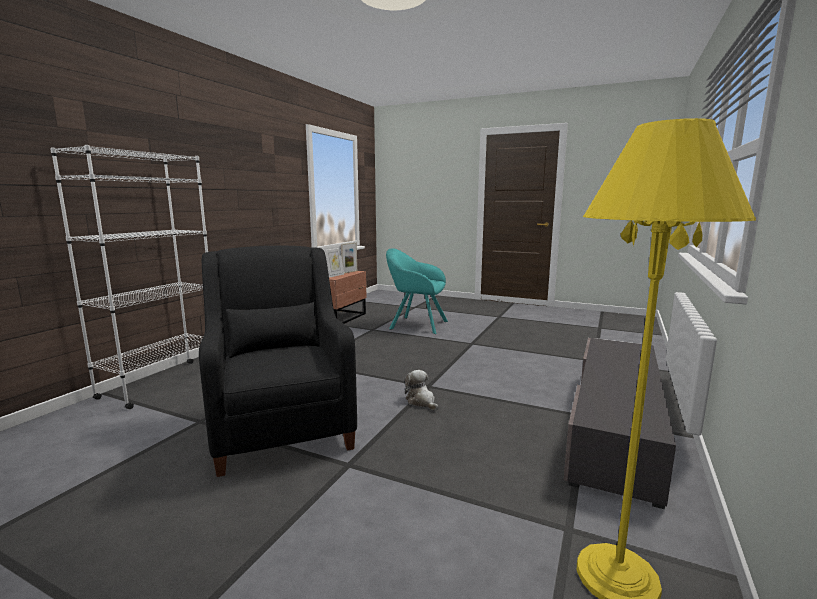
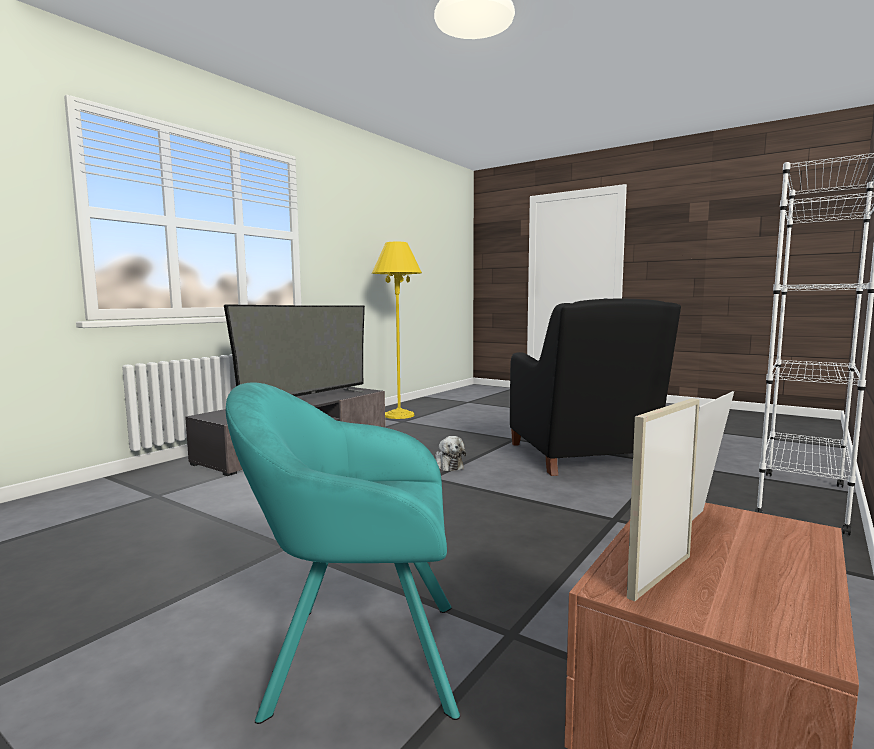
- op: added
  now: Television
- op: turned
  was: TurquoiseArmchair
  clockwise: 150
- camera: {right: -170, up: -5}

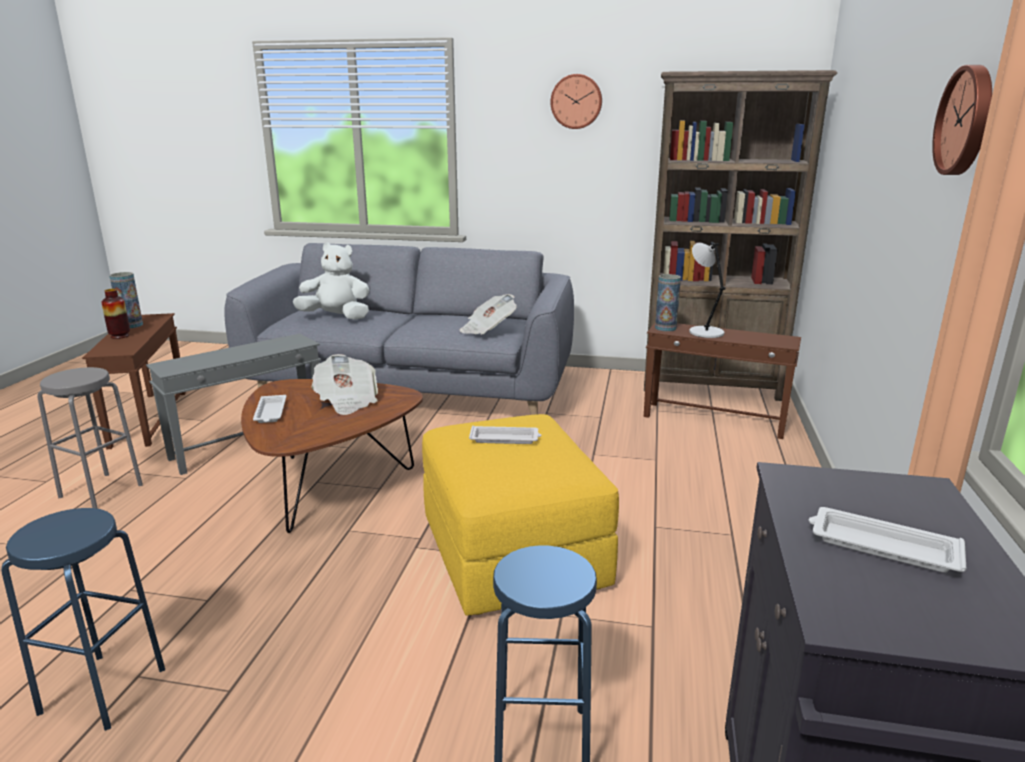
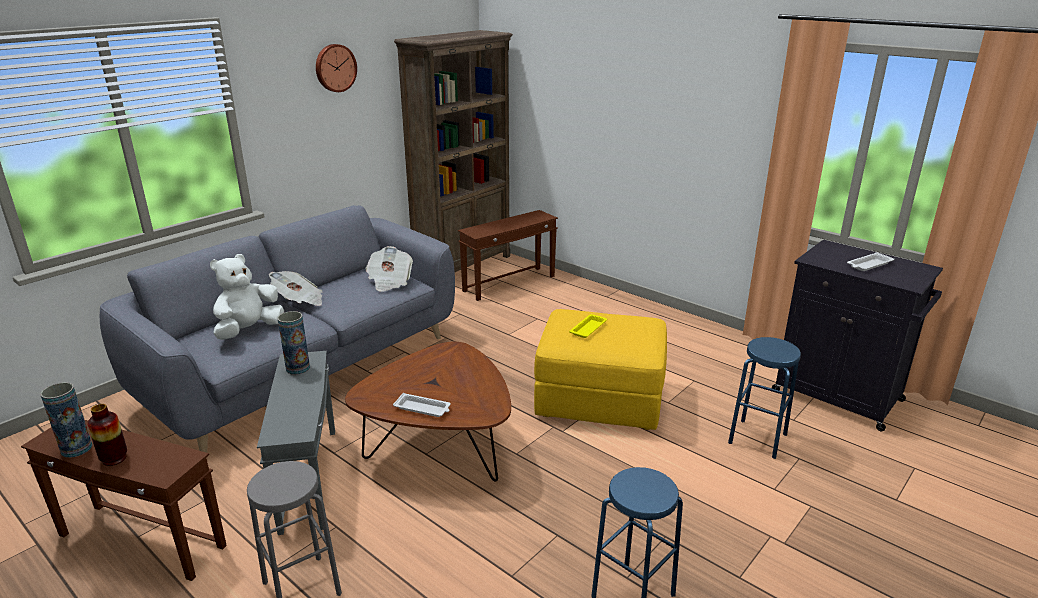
- op: removed
  was: GreyTableLamp
- op: removed
  was: WallClock (2nd from left)
- op: moved
  was: Newspaper (1st from left)
- op: moved
  was: Vase (3rd from left)
- op: recoloured
  was: WhiteTray (2nd from left)
  now: YellowTray
- camera: {right: -60, up: 5}

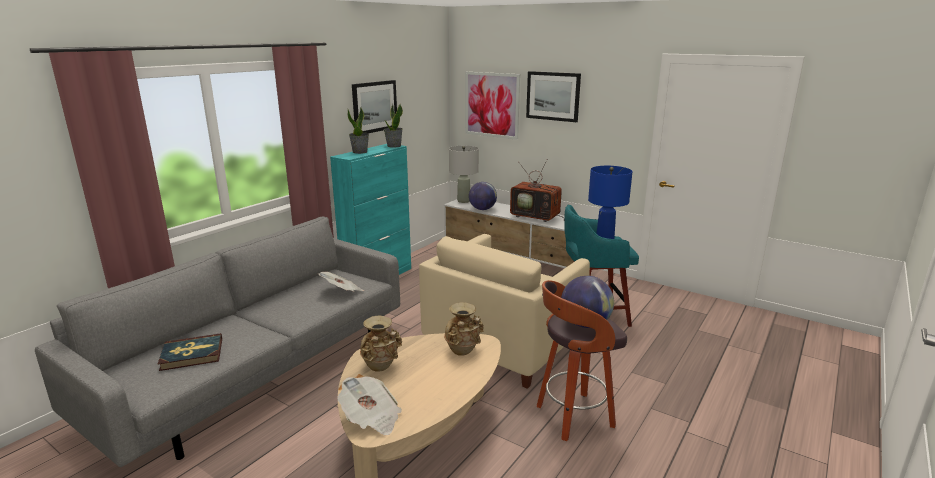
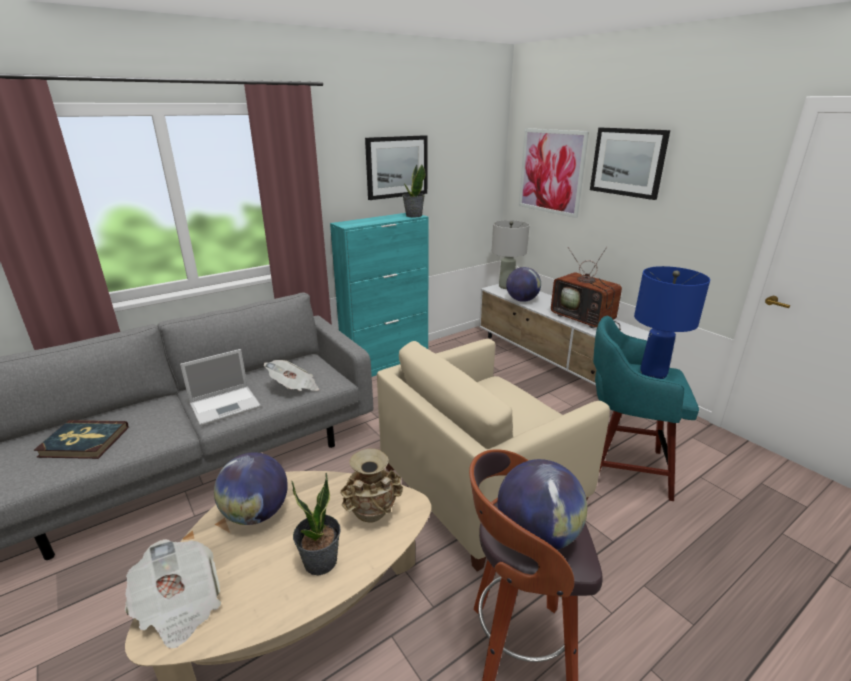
- op: added
  now: Laptop
- op: moved
  was: PottedPlant (1st from left)
- op: replaced
  was: BeigeVase (1st from left)
  now: Globe (1st from left)
- camera: {right: 20, up: 5}

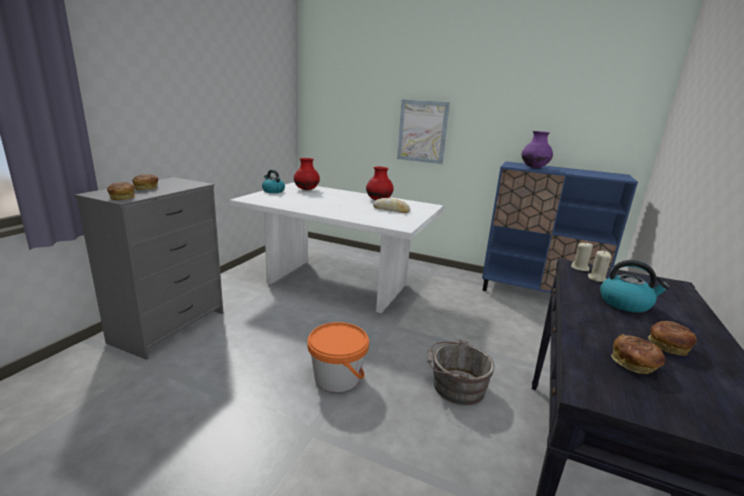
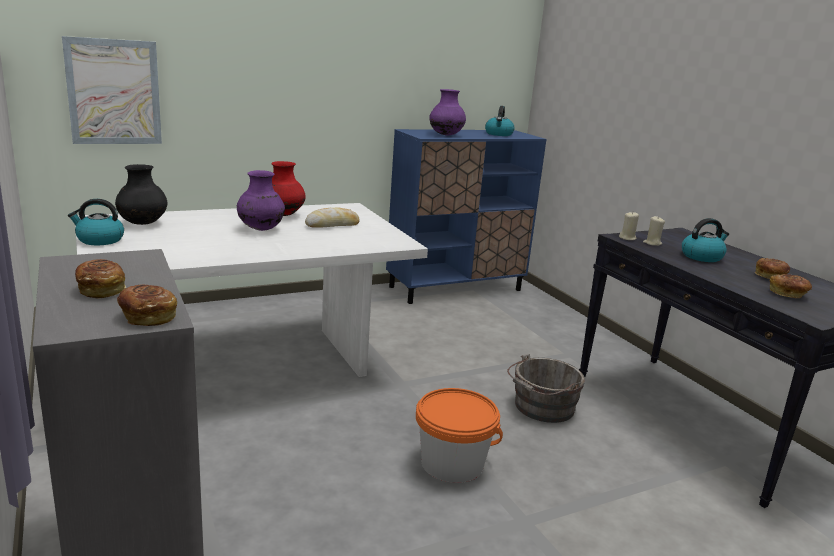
- op: added
  now: PurpleVase (1st from left)
- op: added
  now: Kettle (2nd from left)
- op: moved
  was: Picture
- op: recoloured
  was: RedVase (1st from left)
  now: BlackVase
- camera: {right: -50, up: 0}

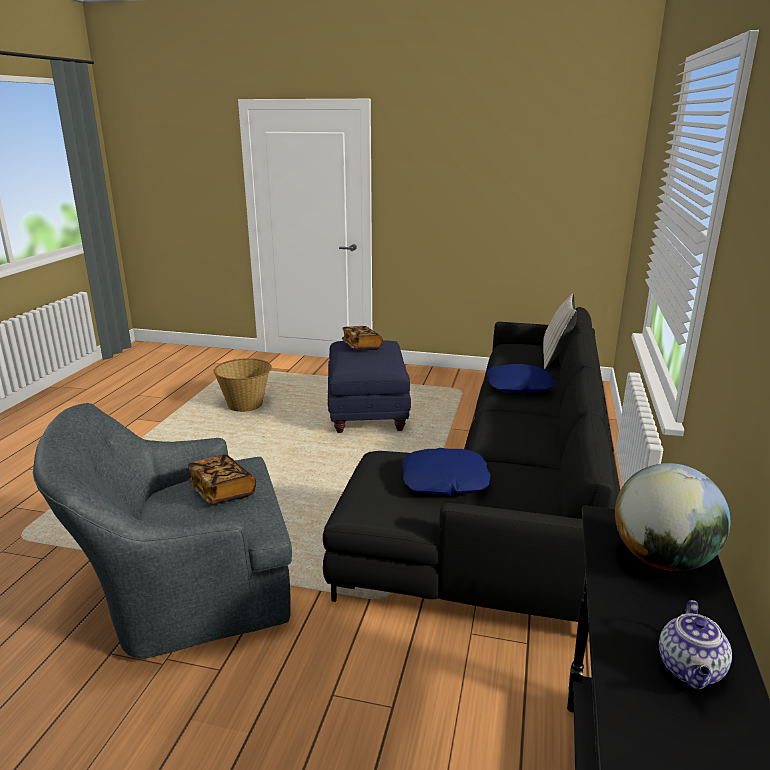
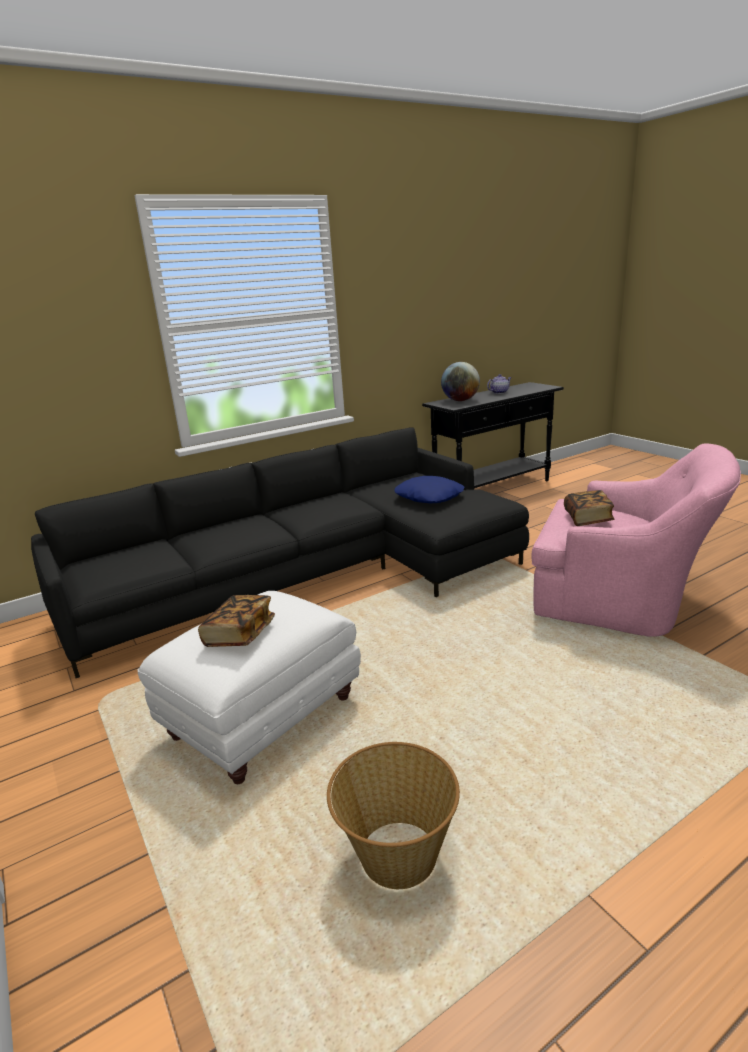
- op: removed
  was: BluePillow (2nd from left)
- op: removed
  was: BeigePillow
- op: recoloured
  was: GreyArmchair
  now: PinkArmchair
- op: recoloured
  was: BlueOttoman
  now: WhiteOttoman
- camera: {right: -135, up: 0}

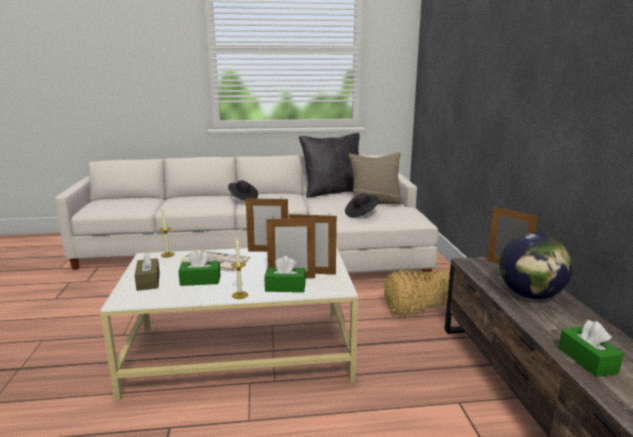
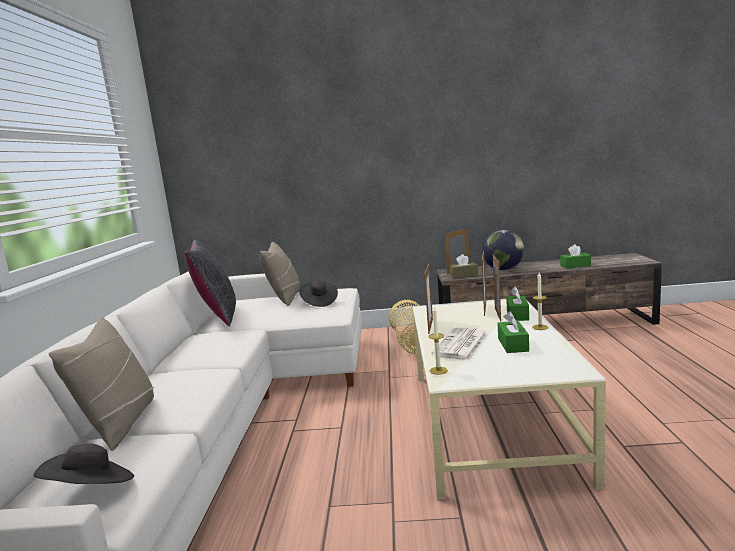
- op: added
  now: BeigePillow (1st from left)
- op: moved
  was: BrownTissueBox
- op: moved
  was: BlackHat (1st from left)
- camera: {right: -80, up: -5}

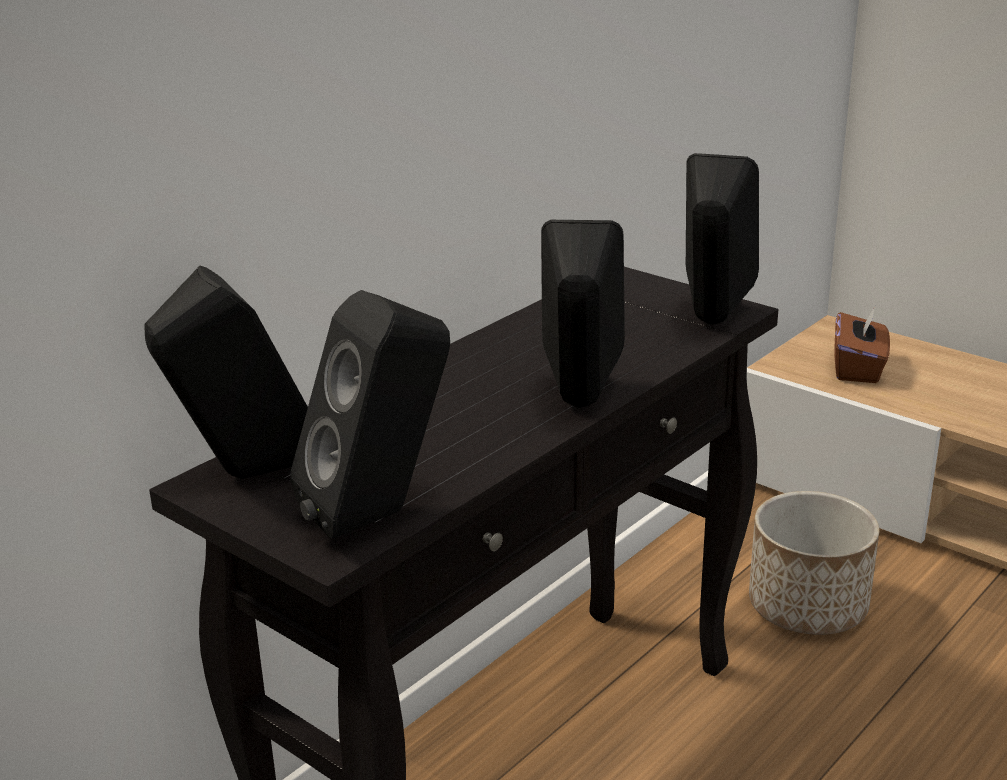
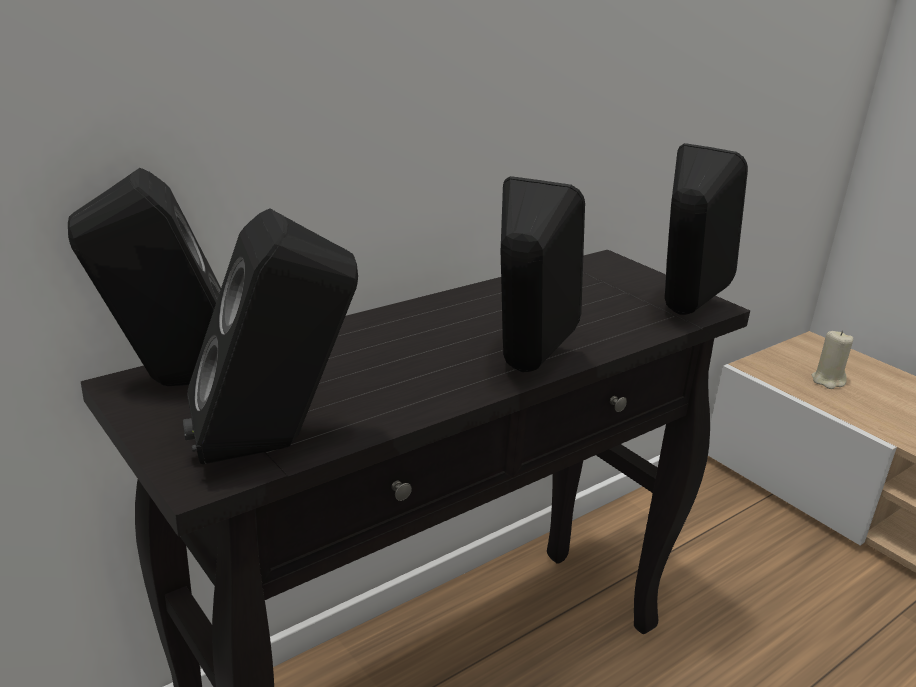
- op: removed
  was: Planter
- op: replaced
  was: BrownTissueBox
  now: BeigeCandle
- camera: {right: 10, up: 0}

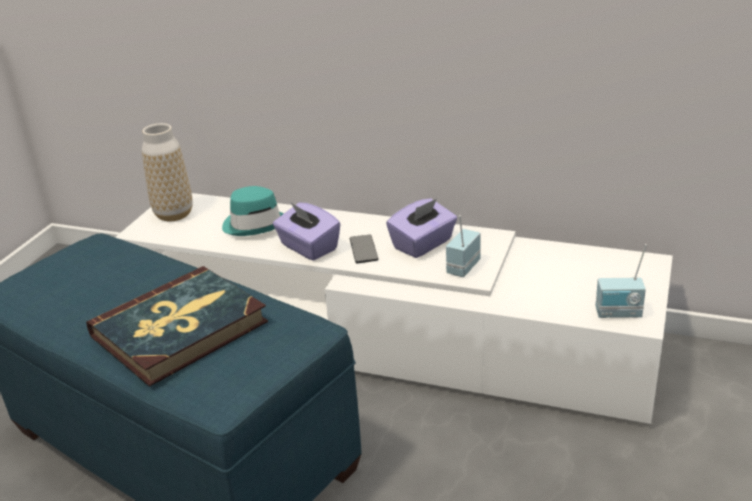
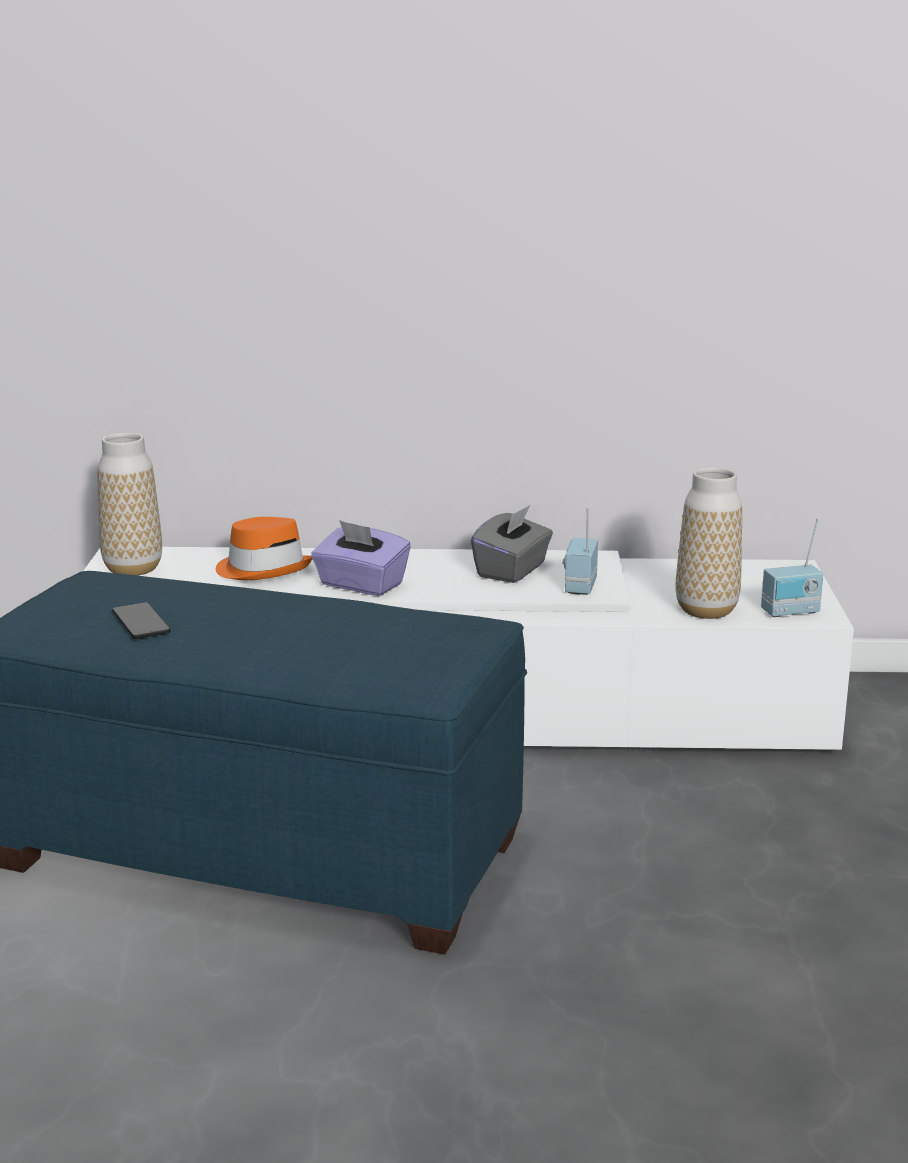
- op: removed
  was: Book
- op: added
  now: Vase (2nd from left)
- op: moved
  was: Phone
- op: recoloured
  was: TurquoiseHat
  now: OrangeHat
- op: recoloured
  was: PurpleTissueBox (2nd from left)
  now: GreyTissueBox
- camera: {right: -20, up: -10}

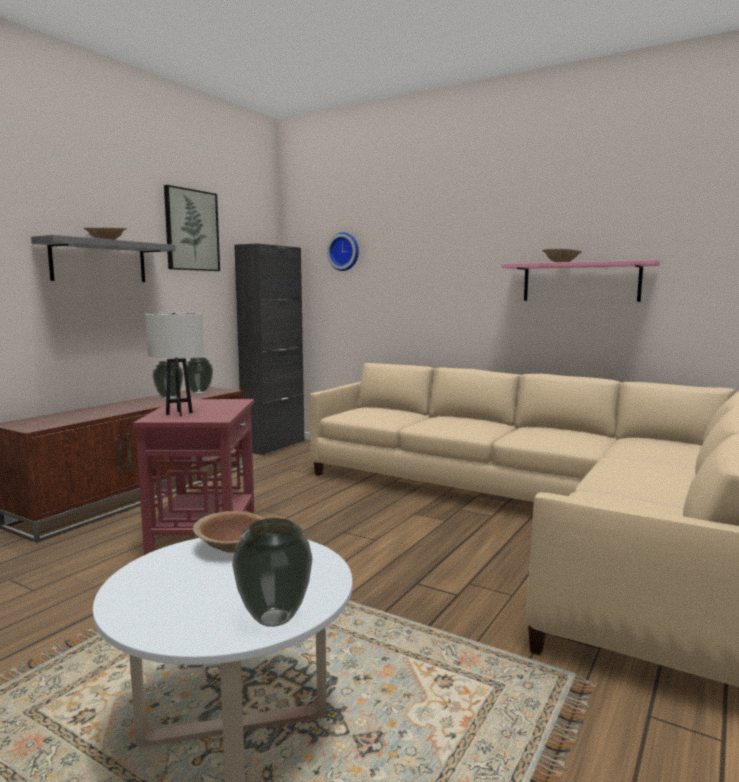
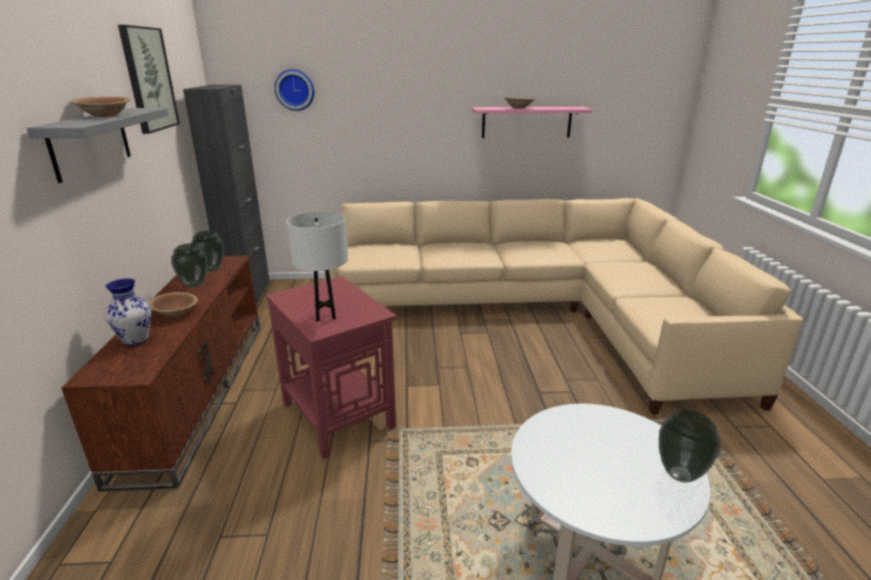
- op: added
  now: Vase (1st from left)
- op: moved
  was: BrownBowl (2nd from left)
- camera: {right: -35, up: 15}

